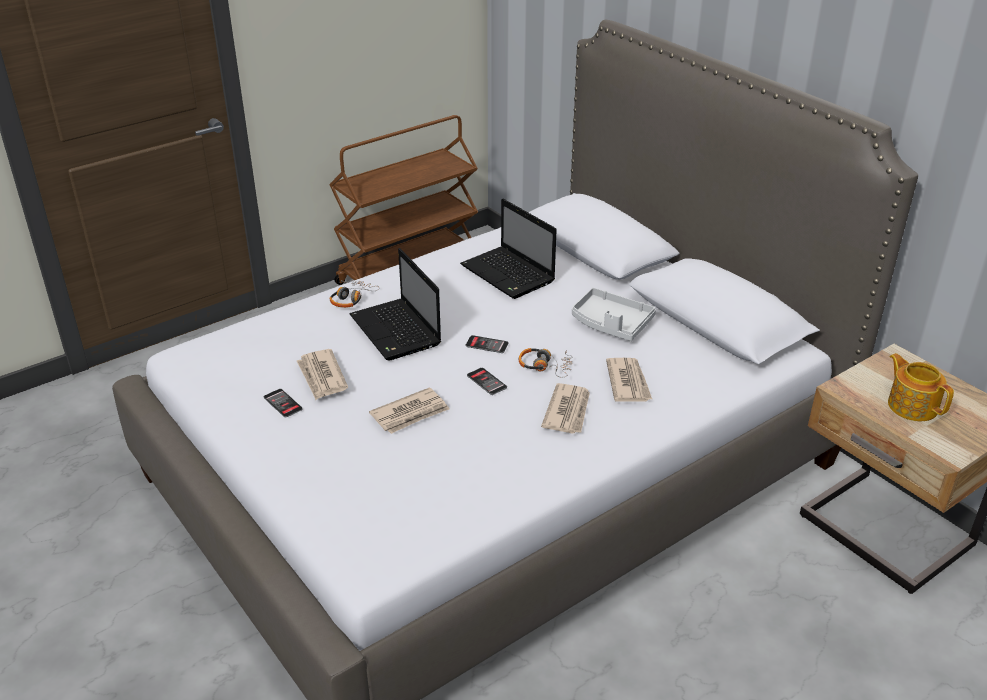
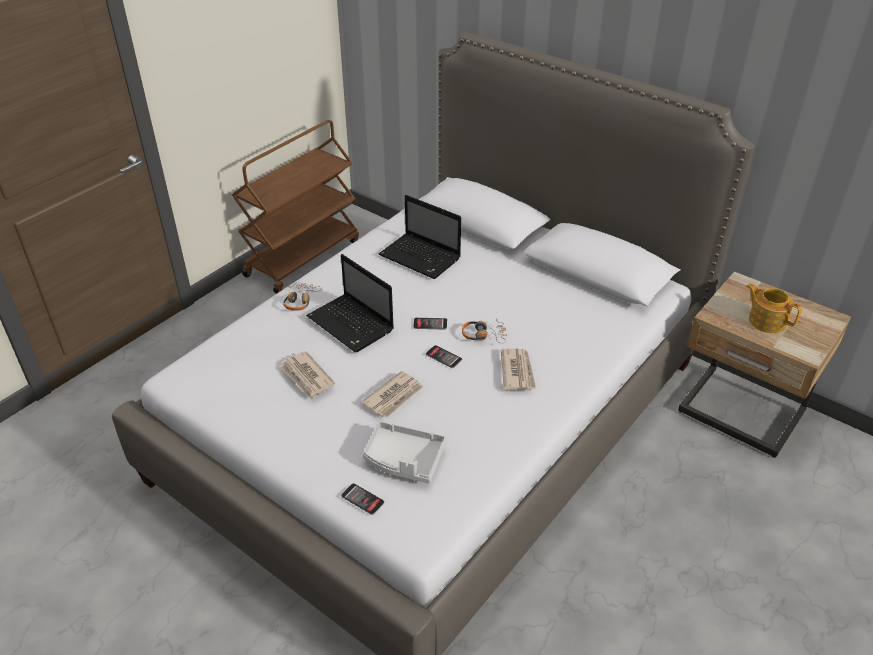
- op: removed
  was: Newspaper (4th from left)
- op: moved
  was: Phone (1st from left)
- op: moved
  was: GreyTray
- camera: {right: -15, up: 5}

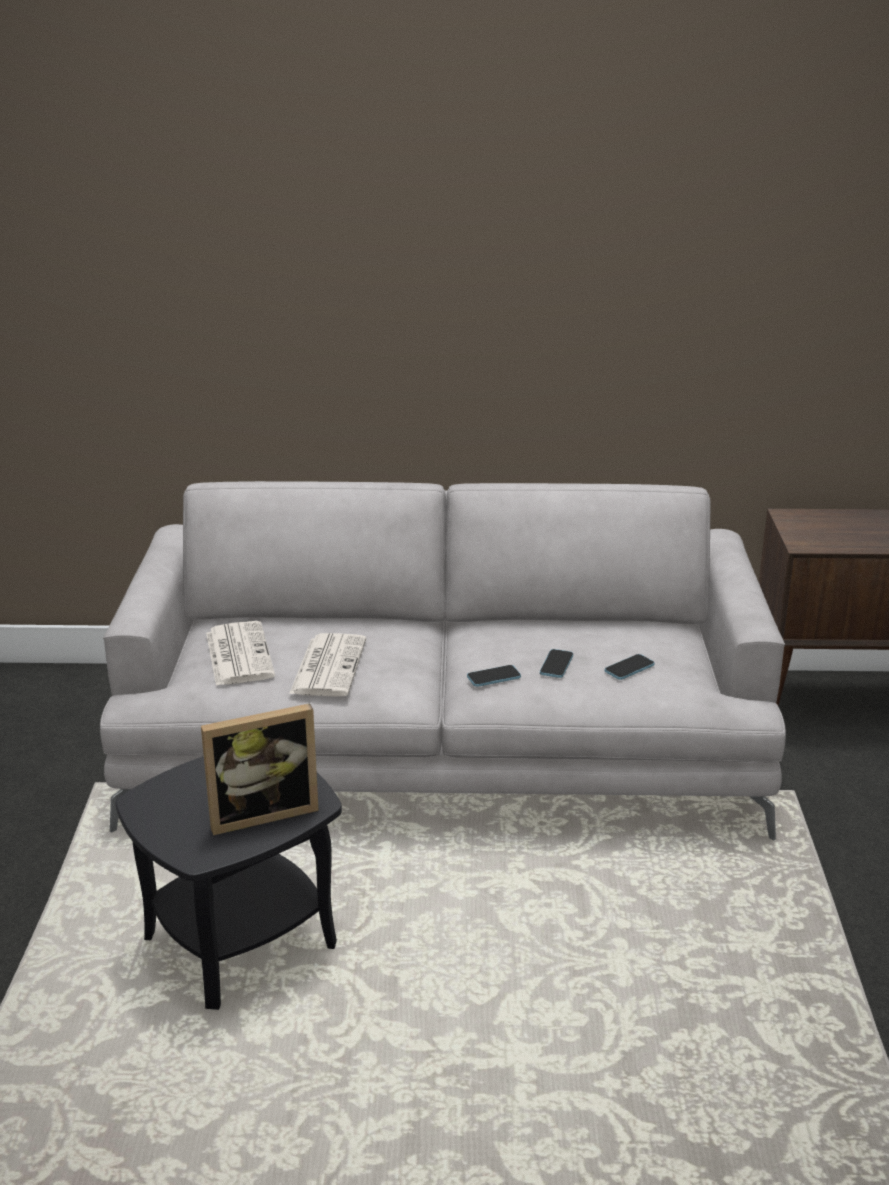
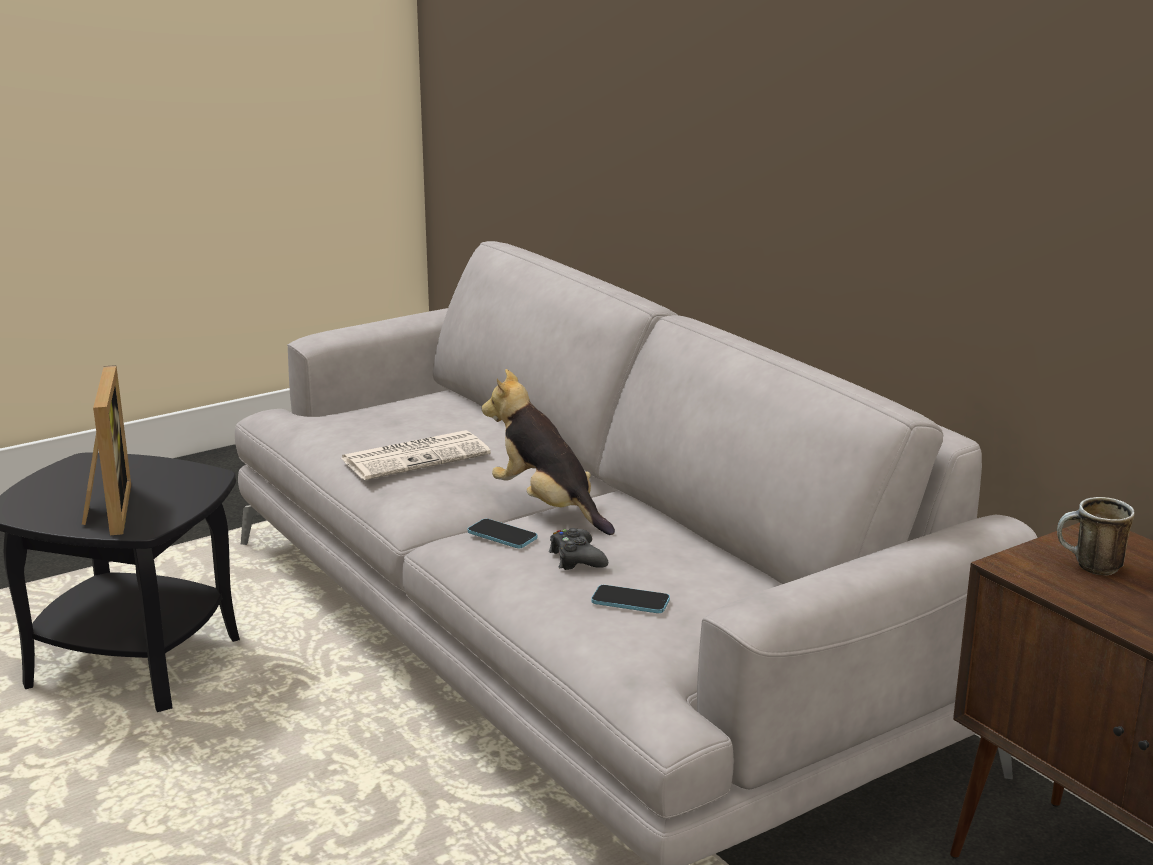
- op: removed
  was: Newspaper (1st from left)
- op: added
  now: PlushToy
- op: added
  now: Mug
- op: replaced
  was: Phone (2nd from left)
  now: BlackGameController
- op: turned
  was: PictureFrame
  clockwise: -135
- camera: {right: 55, up: -5}

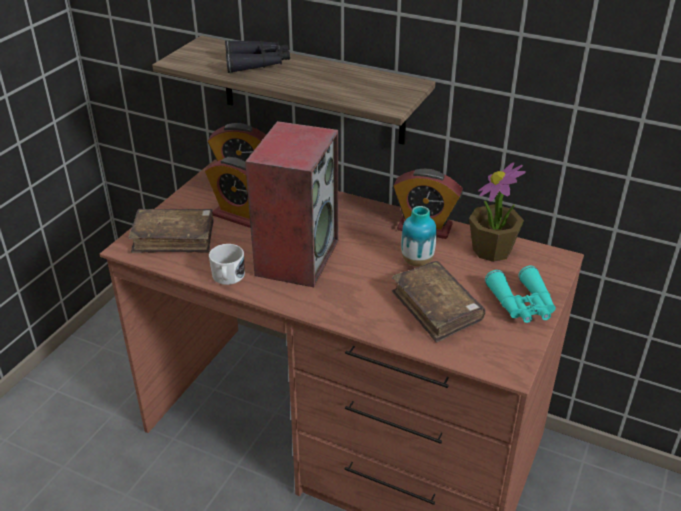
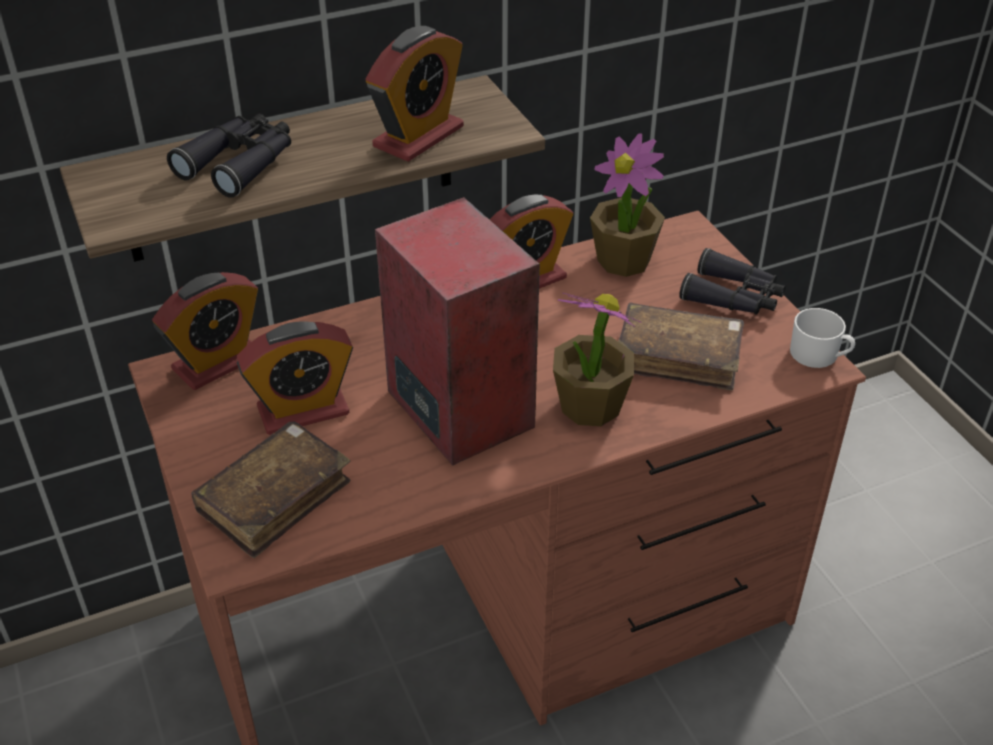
- op: removed
  was: Vase
- op: added
  now: AlarmClock (3rd from left)
- op: added
  now: PottedPlant (1st from left)
- op: moved
  was: WhiteMug
- op: recoloured
  was: TurquoiseBinoculars
  now: BlackBinoculars (2nd from left)
- camera: {right: -50, up: 5}

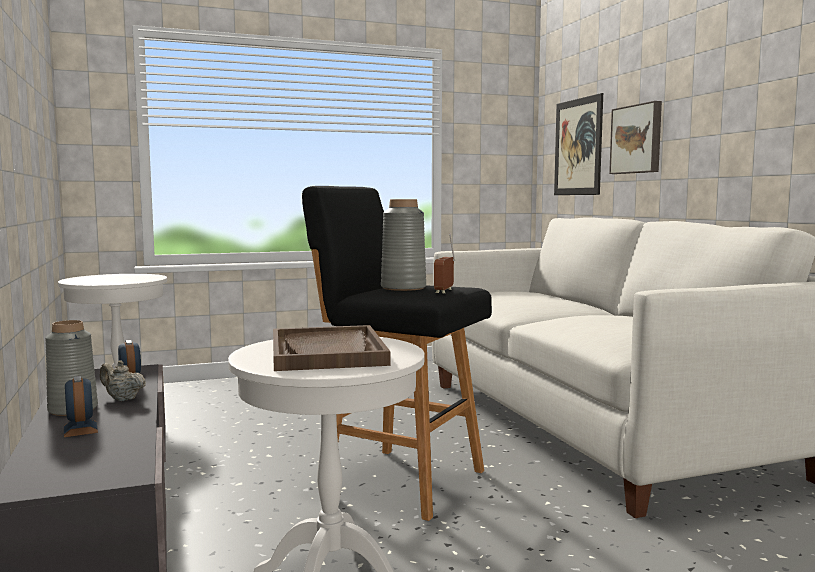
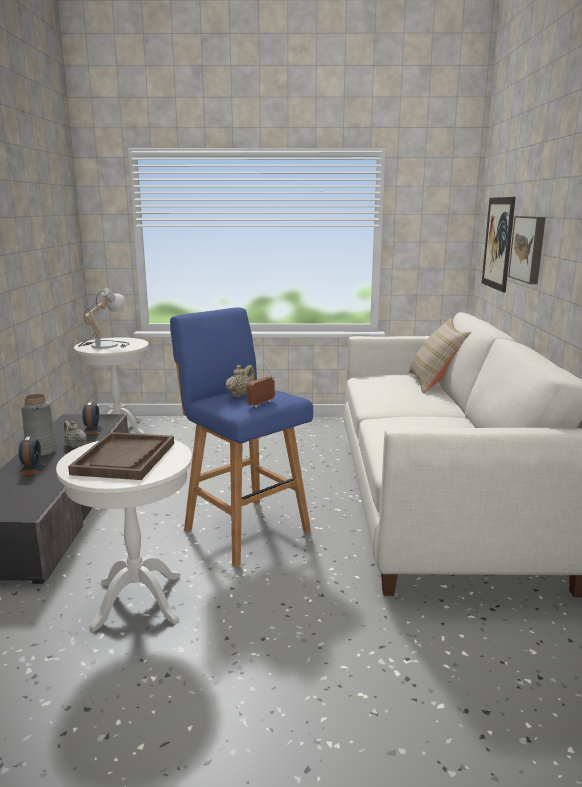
- op: added
  now: TableLamp
- op: added
  now: BeigePillow
- op: replaced
  was: GreyVase (2nd from left)
  now: BeigeTeapot (2nd from left)
- op: recoloured
  was: BlackStool
  now: BlueStool
- camera: {right: 20, up: 10}

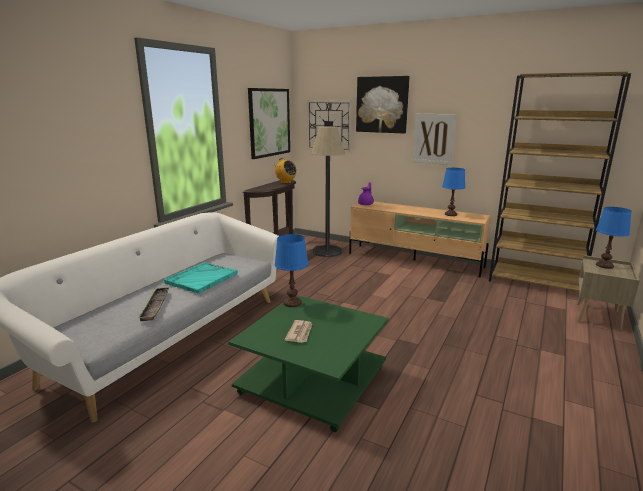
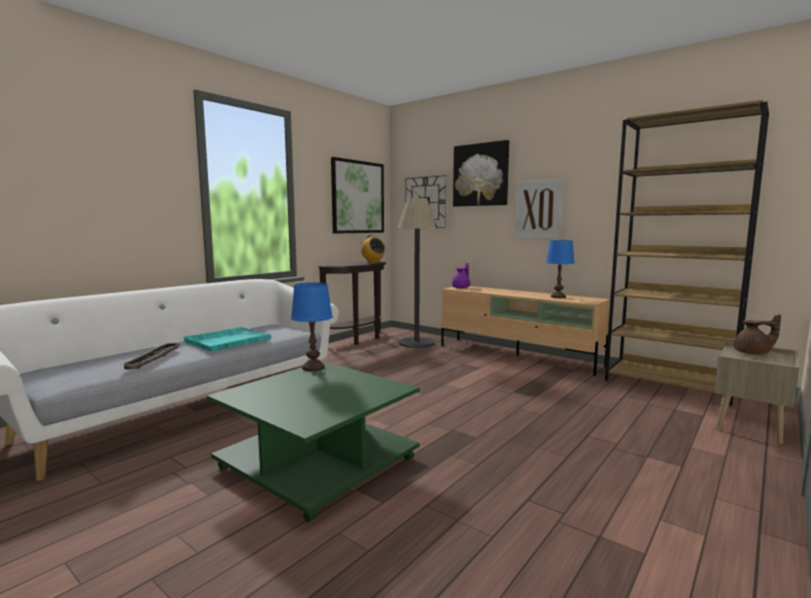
- op: removed
  was: Newspaper
- op: replaced
  was: BlueTableLamp (3rd from left)
  now: BrownTeapot
- camera: {right: 10, up: -10}

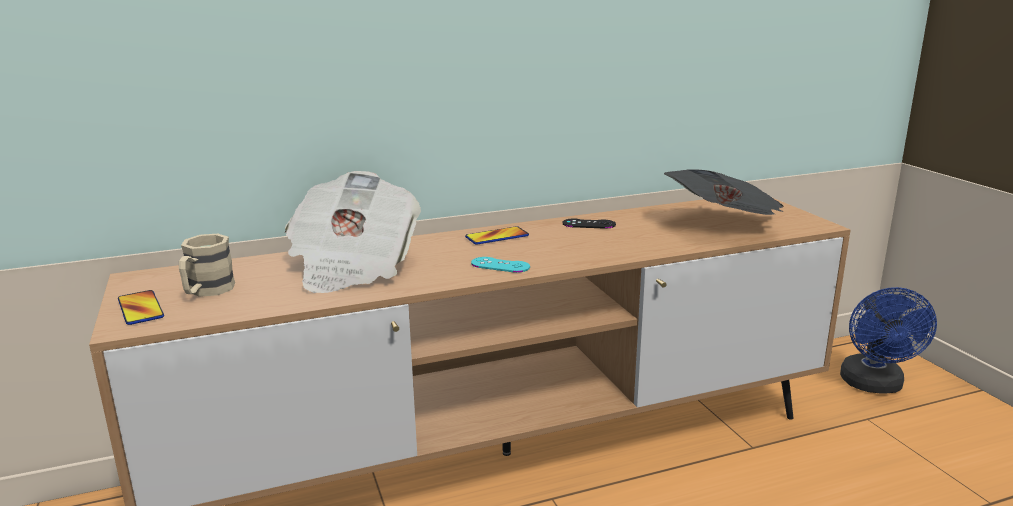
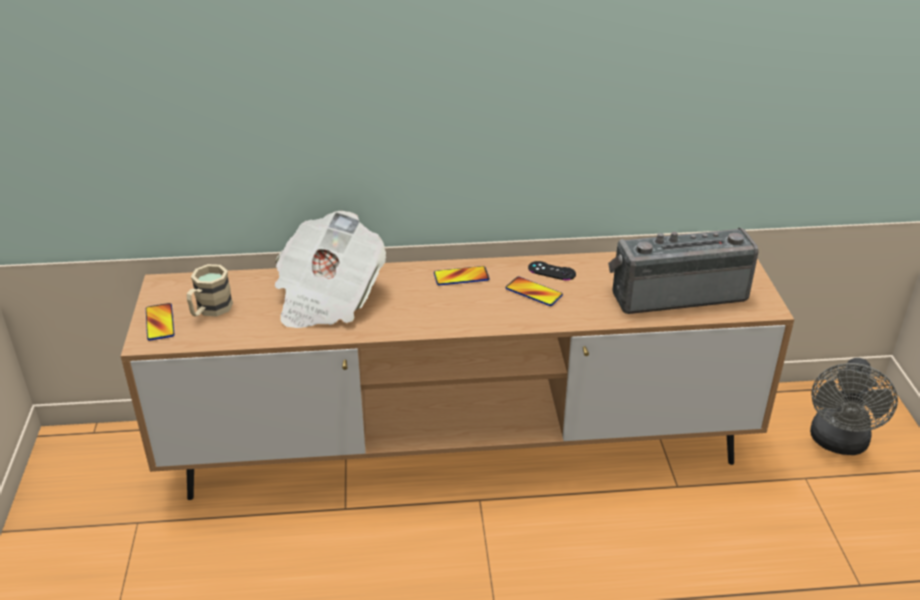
- op: removed
  was: TurquoiseGameController
- op: added
  now: Phone (3rd from left)
- op: replaced
  was: Newspaper (2nd from left)
  now: Radio
- op: recoloured
  was: BlueFan
  now: GreyFan
- camera: {right: 15, up: 15}

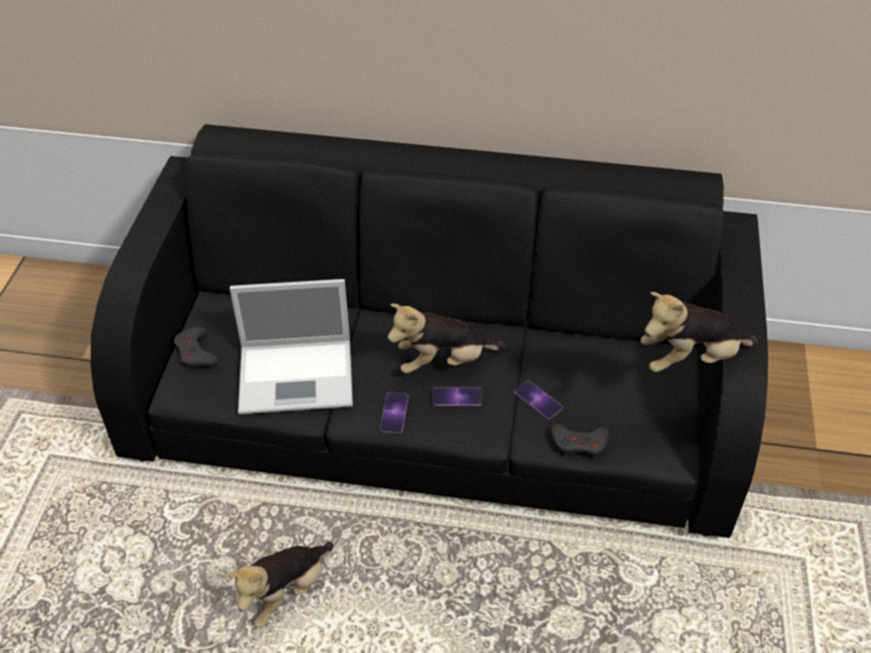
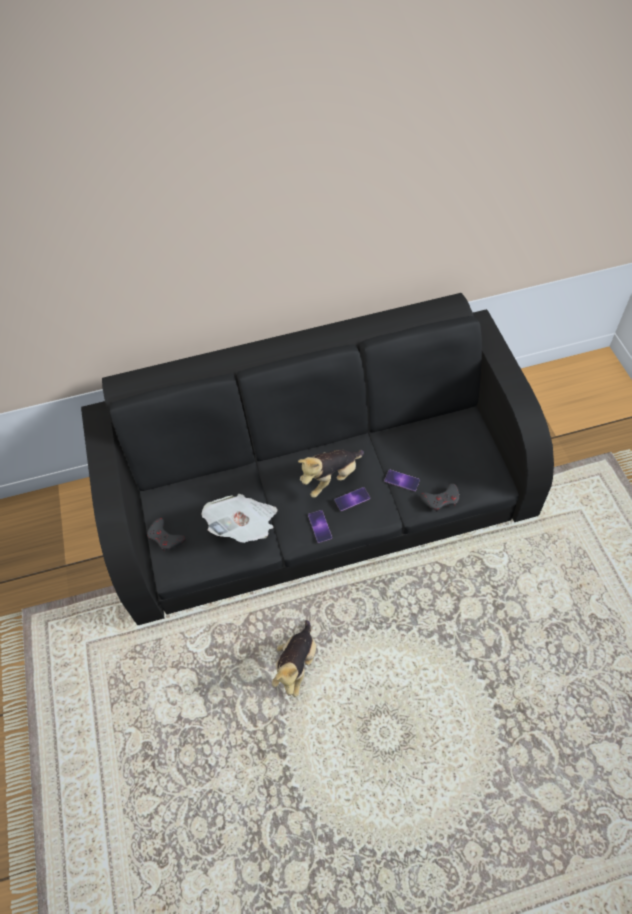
- op: removed
  was: PlushToy (3rd from left)
- op: replaced
  was: Laptop
  now: Newspaper
- camera: {right: -20, up: 10}

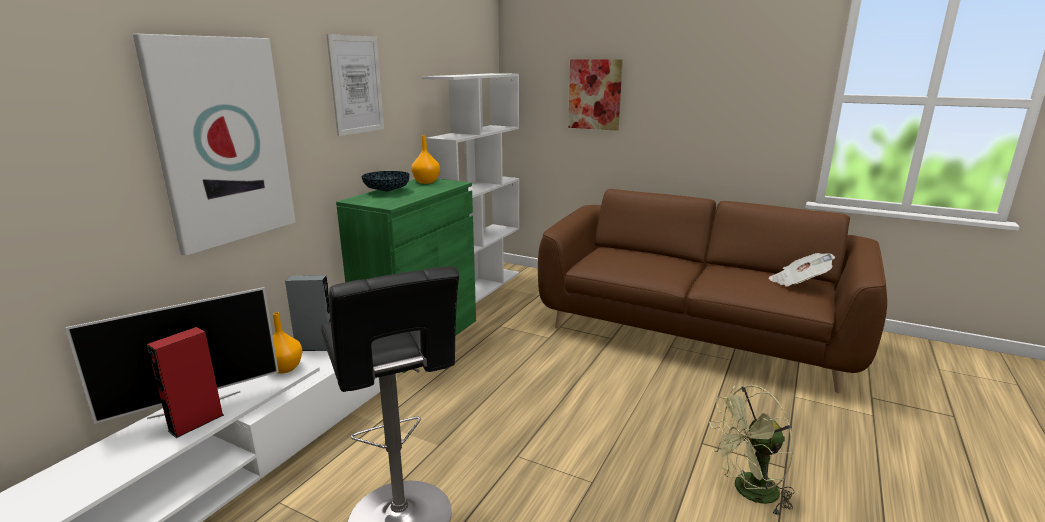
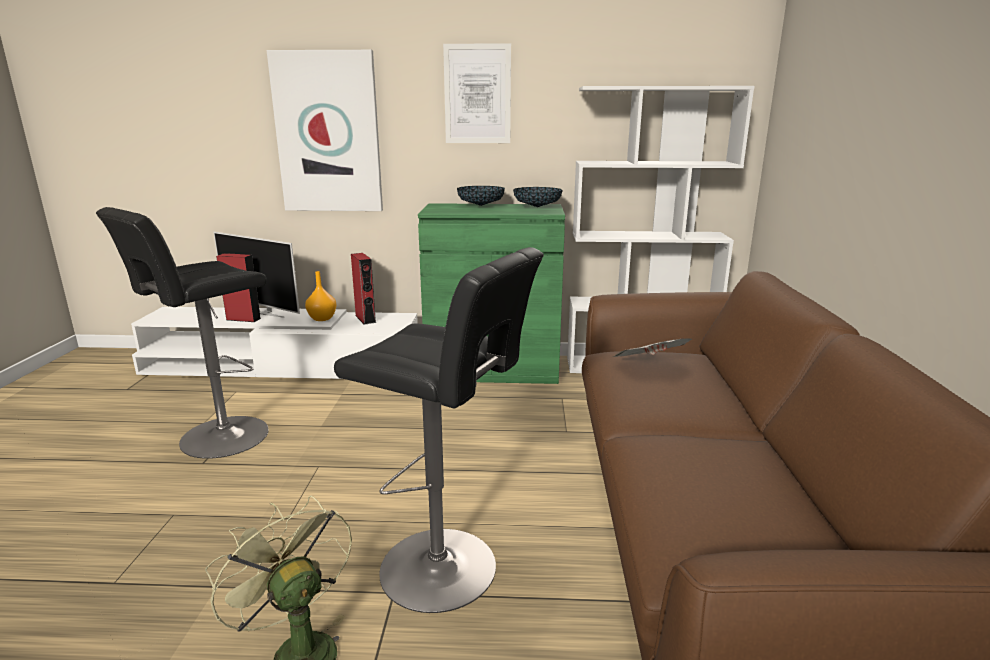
- op: removed
  was: Picture (3rd from left)
- op: added
  now: BlackStool (2nd from left)
- op: moved
  was: Newspaper
- op: replaced
  was: OrangeVase (2nd from left)
  now: Bowl (2nd from left)
- op: recoloured
  was: GreySpeaker
  now: RedSpeaker (2nd from left)
- camera: {right: 65, up: 0}

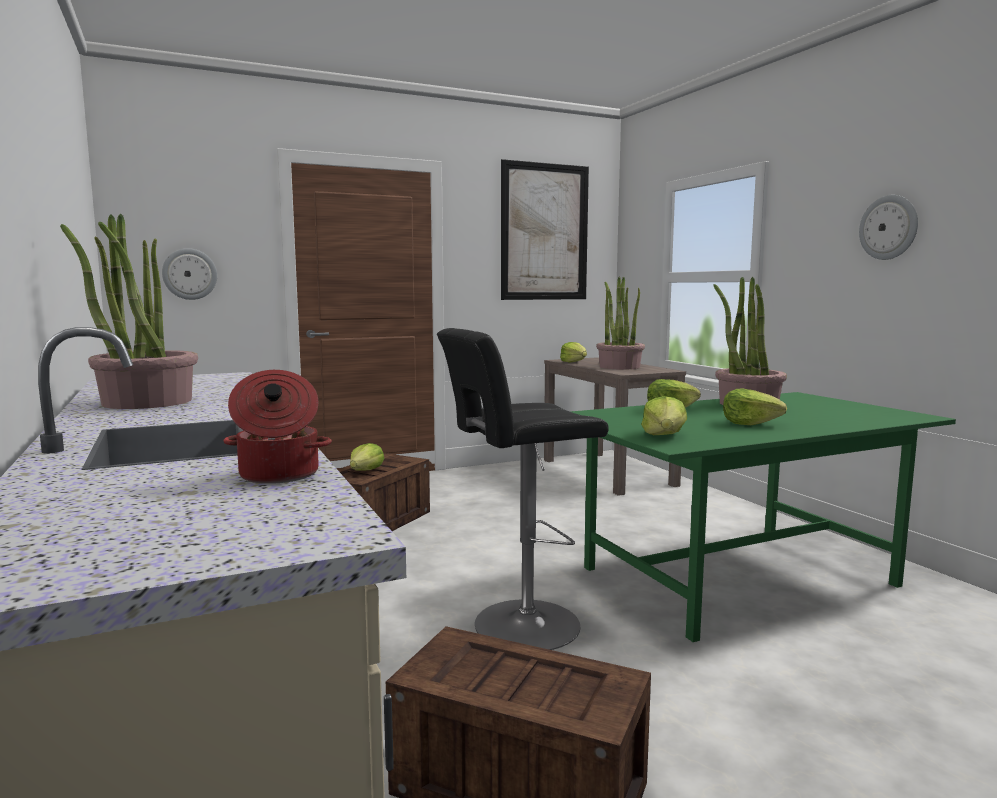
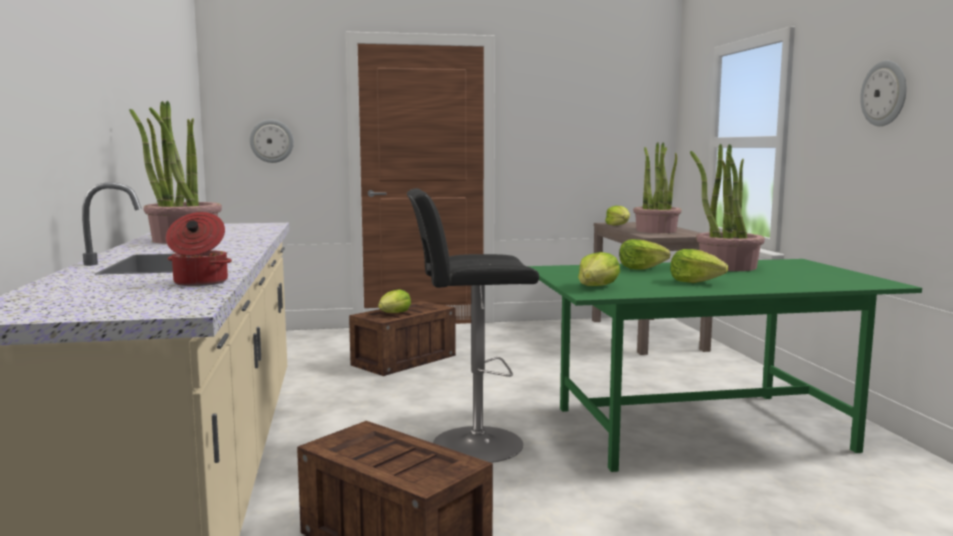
- op: removed
  was: Picture
- camera: {right: 15, up: 0}

